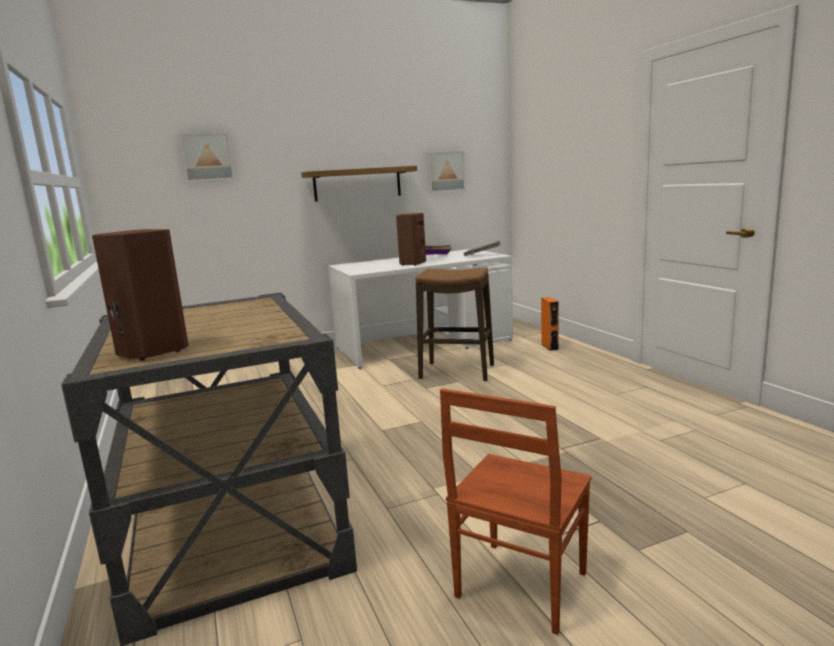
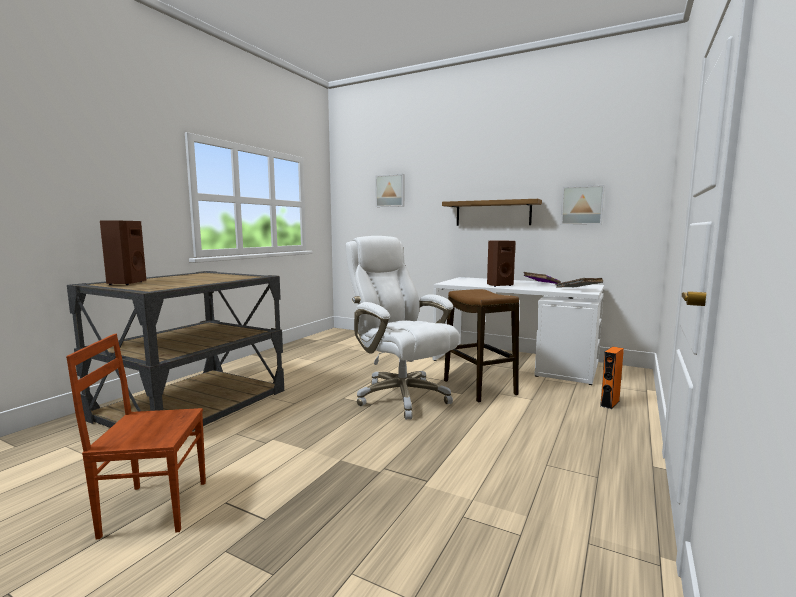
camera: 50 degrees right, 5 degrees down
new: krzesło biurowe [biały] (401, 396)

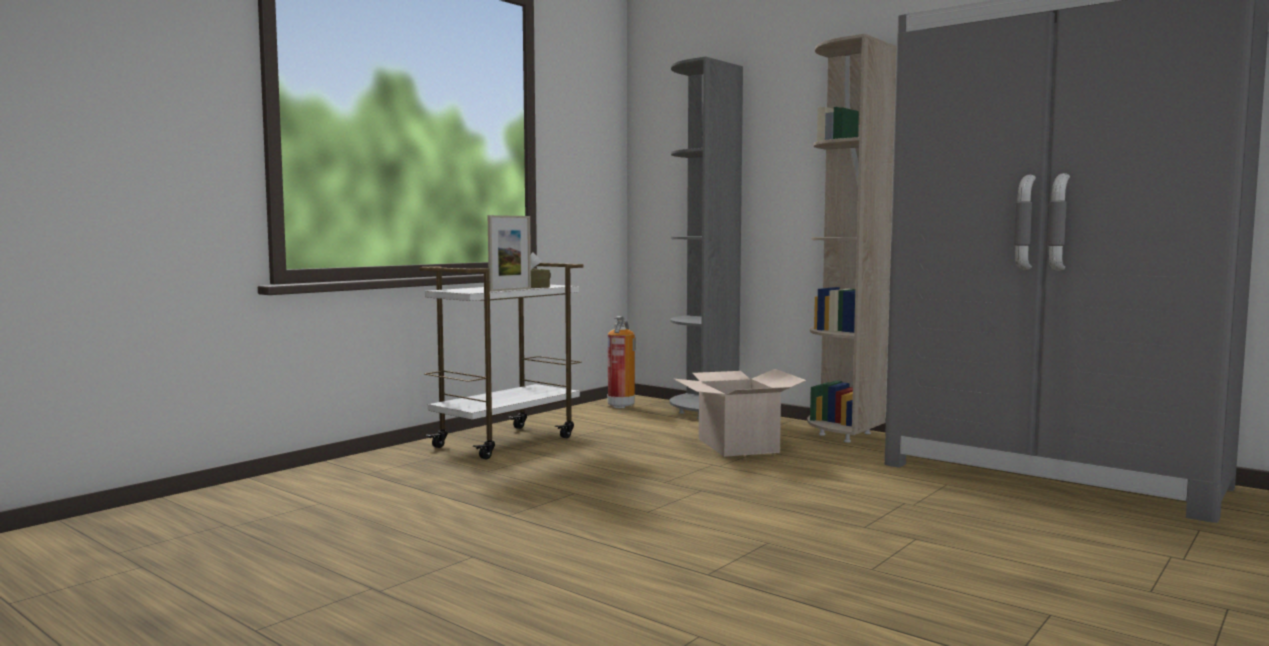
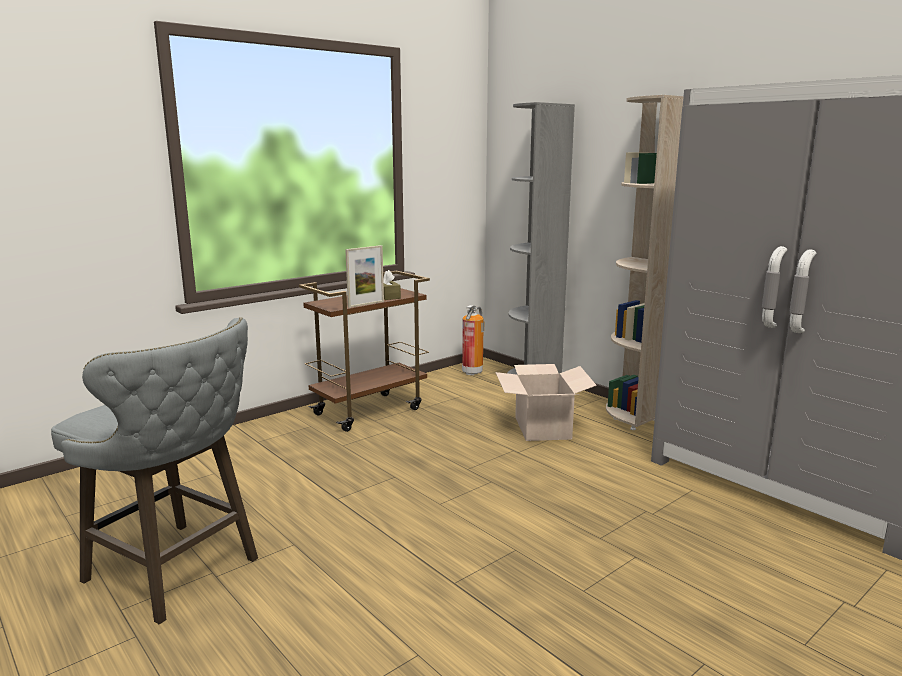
camera: 10 degrees right, 10 degrees up
new: stołek [szary] (177, 572)
repainted: wózek [biały] (508, 441) to wózek [brązowy] (371, 411)

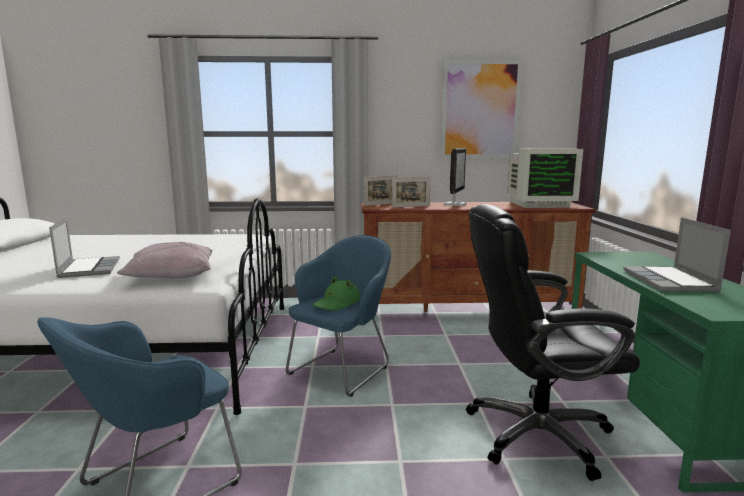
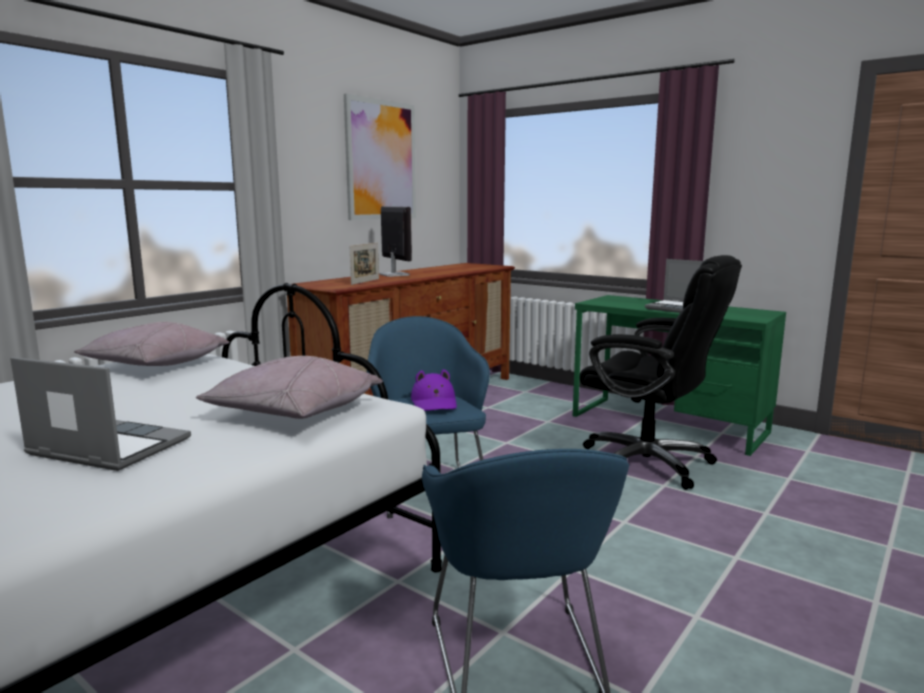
camera: 50 degrees left, 0 degrees up
gone: monitor (538, 204); ramka na zdjęcie (381, 204)
new: poduszka [fioletowy] (156, 366)
repainted: kapelusz [zielony] (337, 303) to kapelusz [fioletowy] (434, 403)
rotated: krzesło biurowe [czarny] (538, 433) = (647, 462) 90 degrees counterclockwise

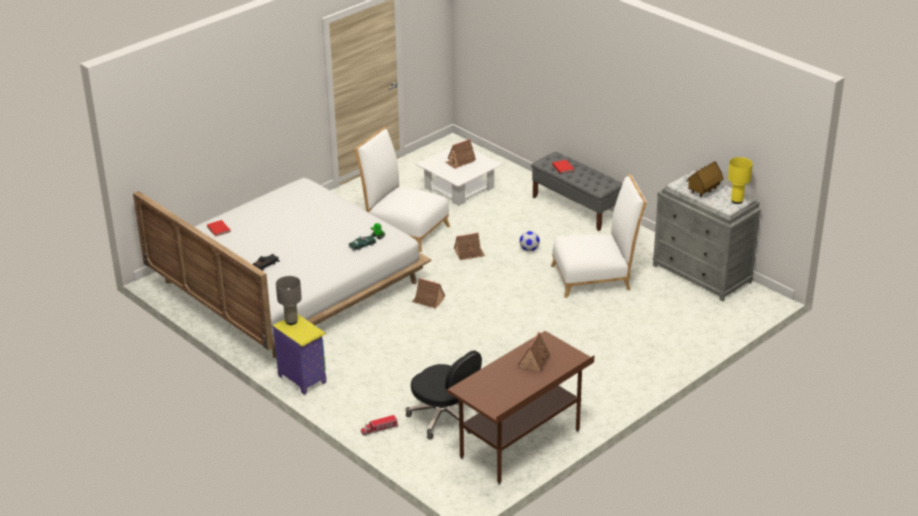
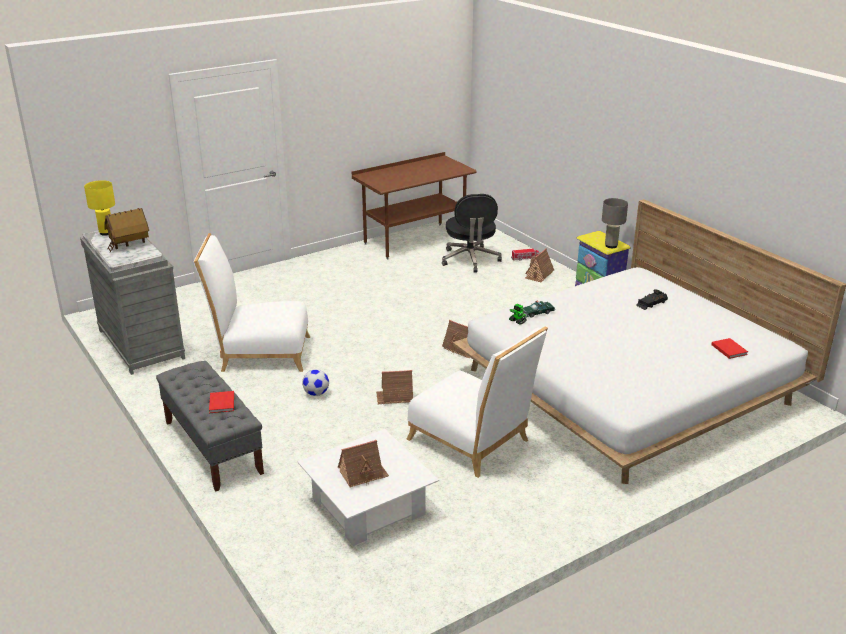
camera: 170 degrees left, 5 degrees down
shifted: domek (534, 361) to (538, 275)
rotated: krzesło biurowe [czarny] (444, 418) = (470, 260) 150 degrees counterclockwise

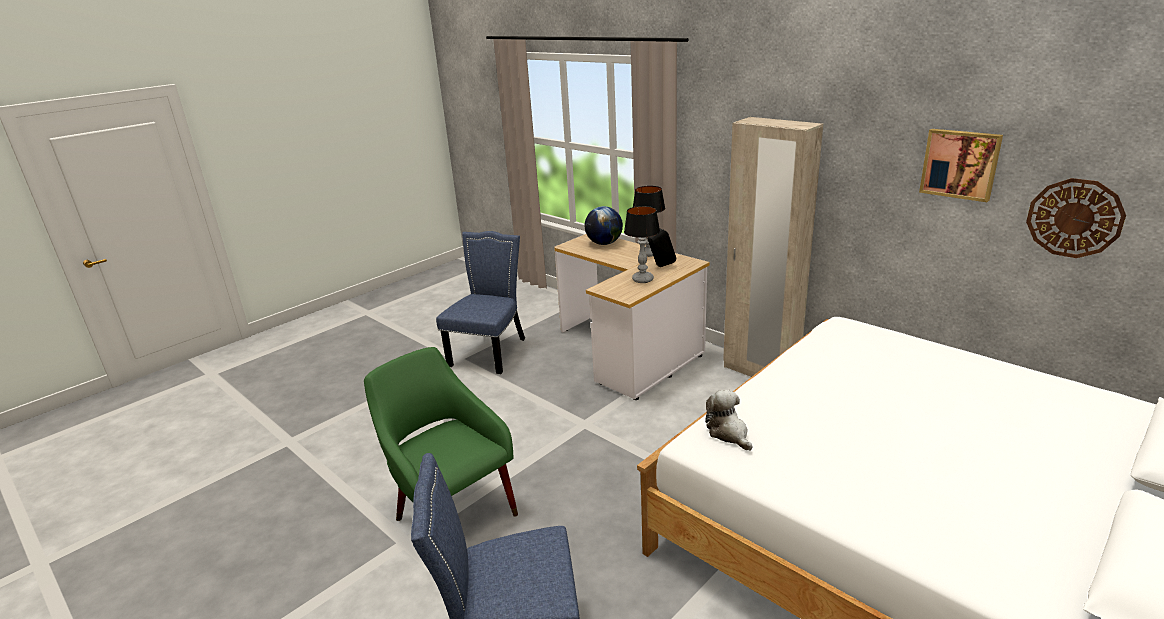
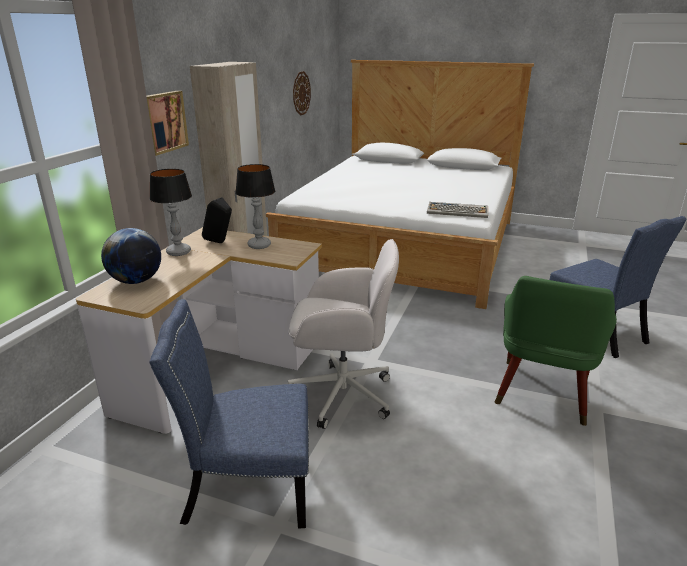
camera: 115 degrees left, 0 degrees up
new: krzesło biurowe [biały] (343, 395)
shifted: obraz (960, 164) to (163, 122)
swapped: pluszak (728, 433) to klawiatura (458, 211)

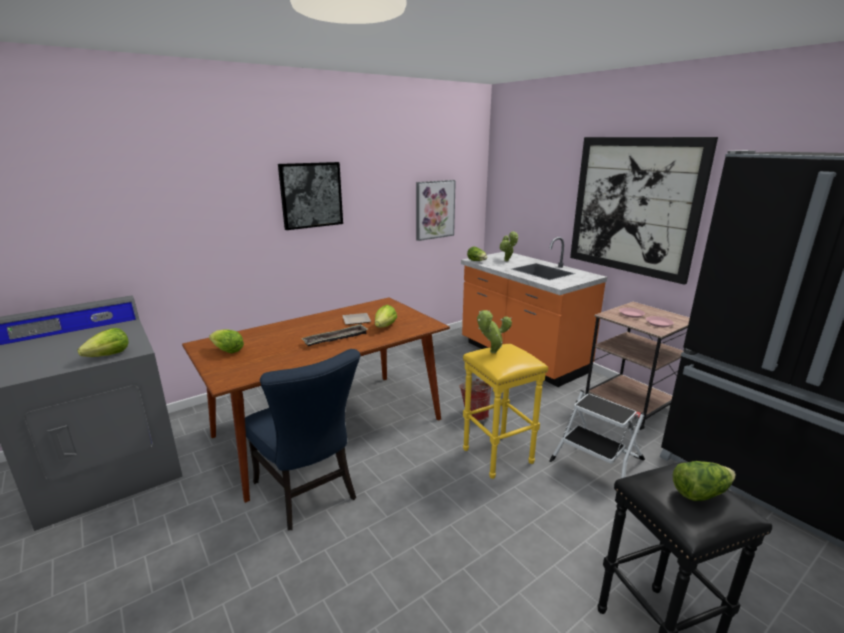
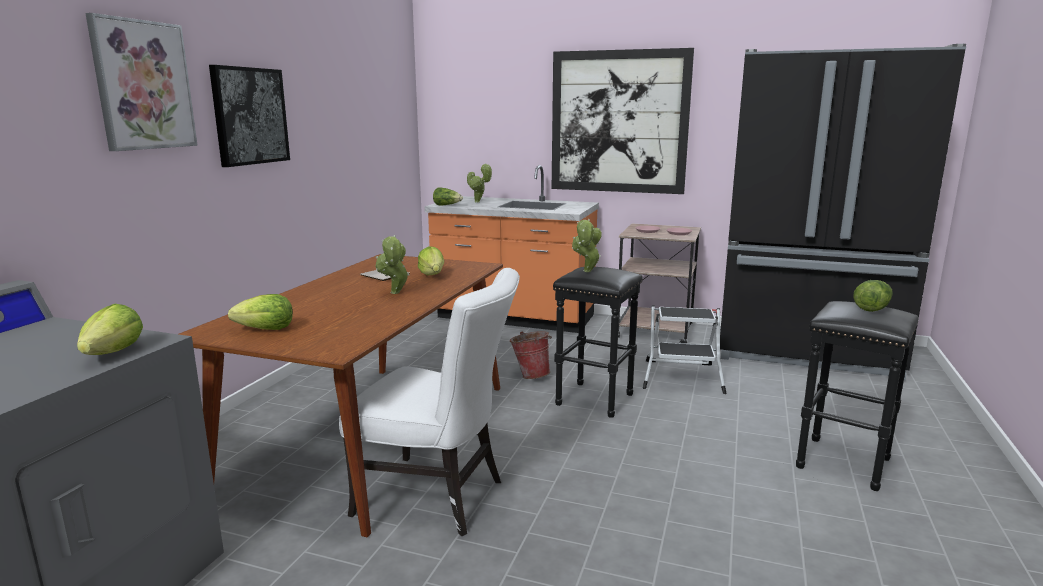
camera: 35 degrees left, 5 degrees down
shifted: obraz (434, 209) to (143, 85)
swapped: taca (336, 339) to roślina doniczkowa (395, 293)
repainted: stołek [żółty] (499, 456) to stołek [czarny] (596, 399); krzesło [niebieski] (309, 493) to krzesło [biały] (438, 497)

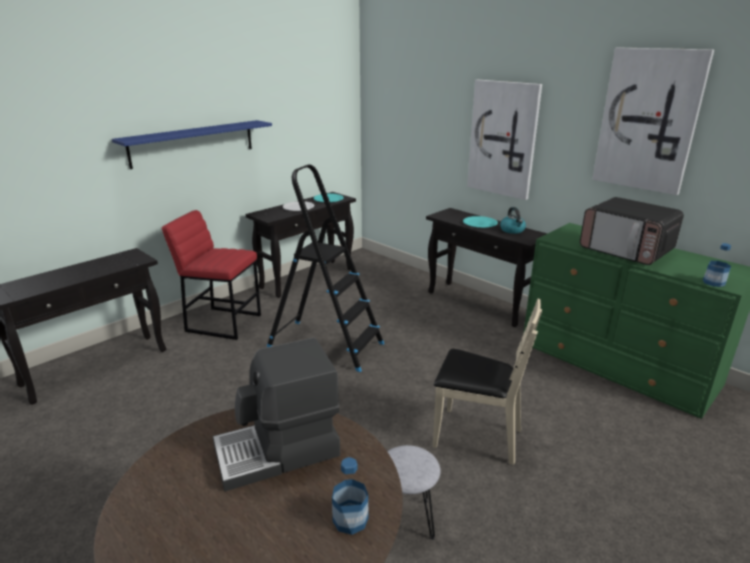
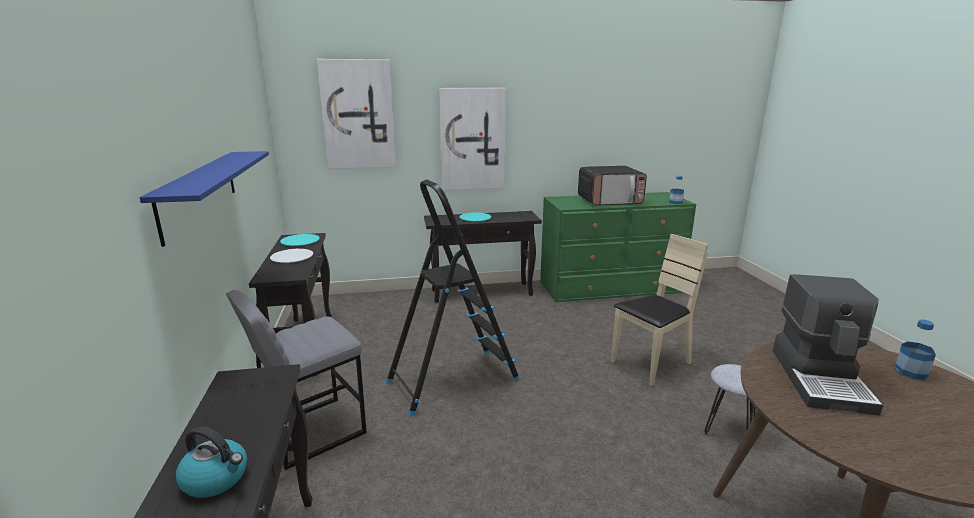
camera: 55 degrees left, 5 degrees down
shifted: obraz (648, 120) to (358, 115); czajnik (512, 230) to (216, 478)
repainted: stołek [czerwony] (222, 323) to stołek [szary] (310, 432)

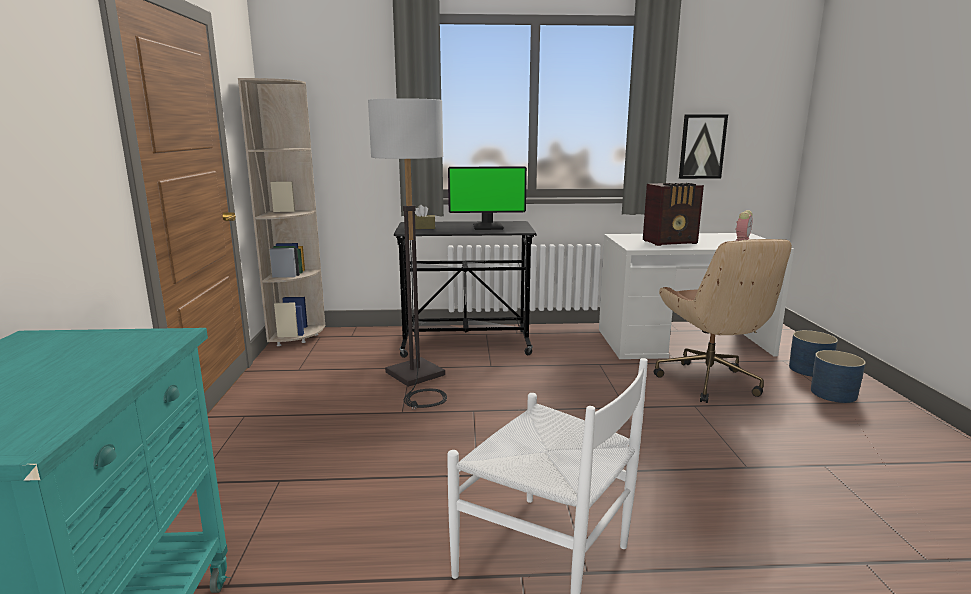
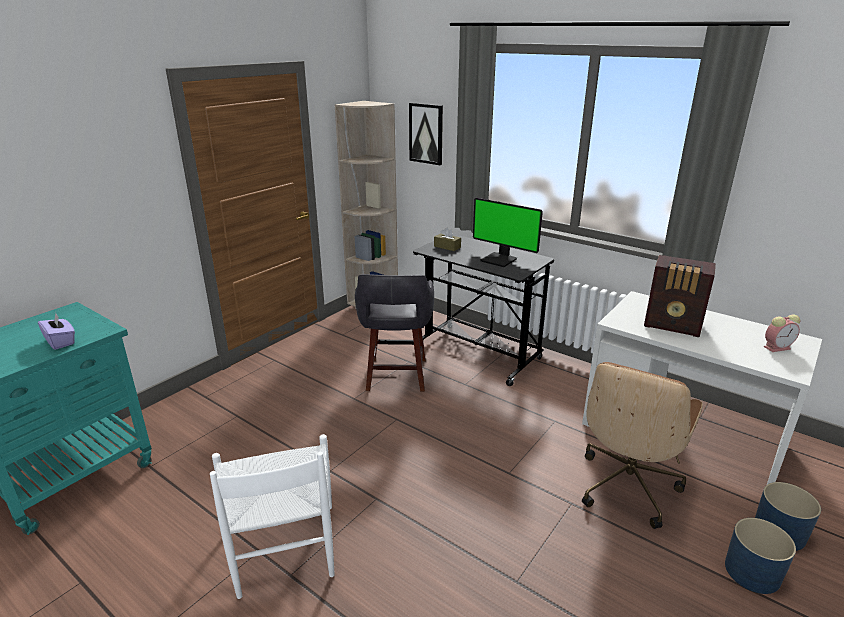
camera: 40 degrees right, 10 degrees up
new: pudełko chusteczek [fioletowy] (61, 341)
shifted: obraz (702, 146) to (426, 133)
swapped: lampa stojąca (417, 382) to stołek [szary] (396, 376)

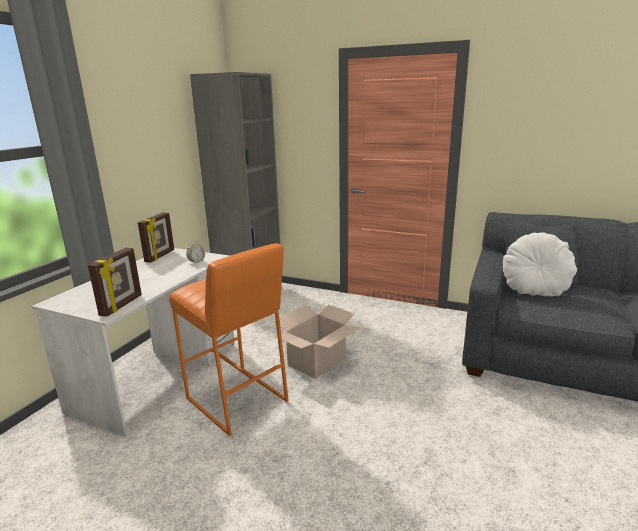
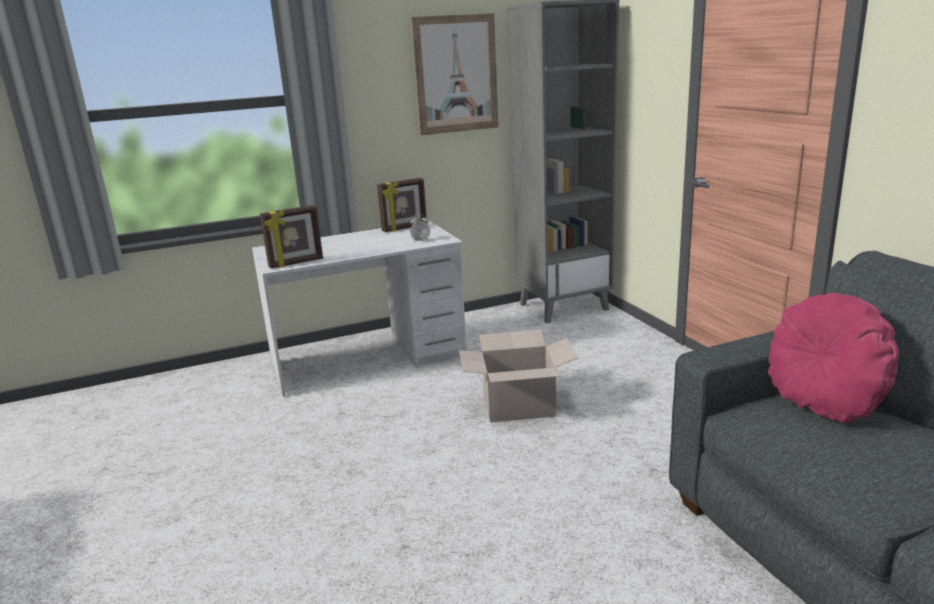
camera: 45 degrees right, 0 degrees up
gone: stołek [pomarańczowy] (237, 400)
new: obraz (456, 74)
repainted: poduszka [biały] (534, 292) to poduszka [różowy] (822, 406)

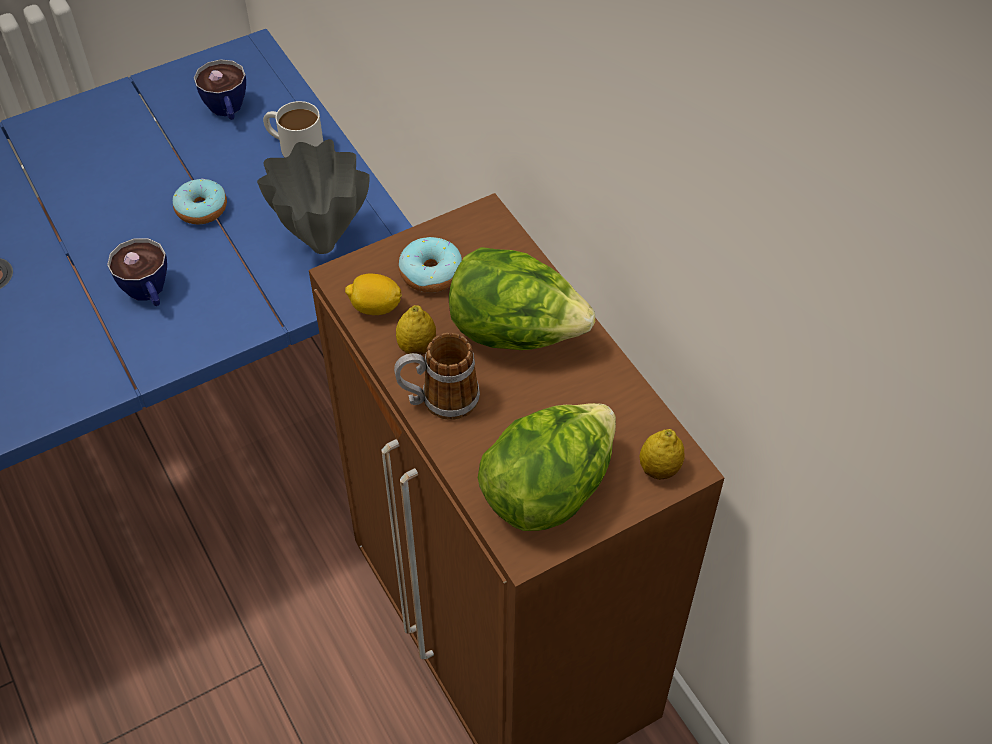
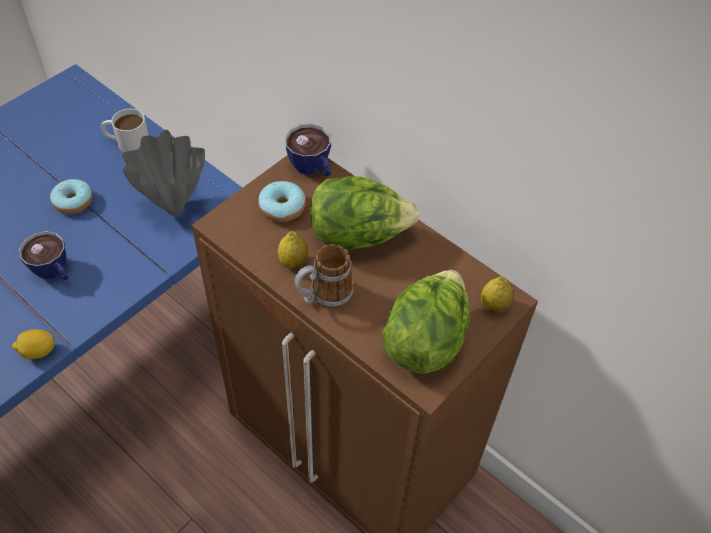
camera: 20 degrees left, 0 degrees up
shifted: filiżanka (227, 111) to (313, 169); cytryna (375, 307) to (38, 351)

